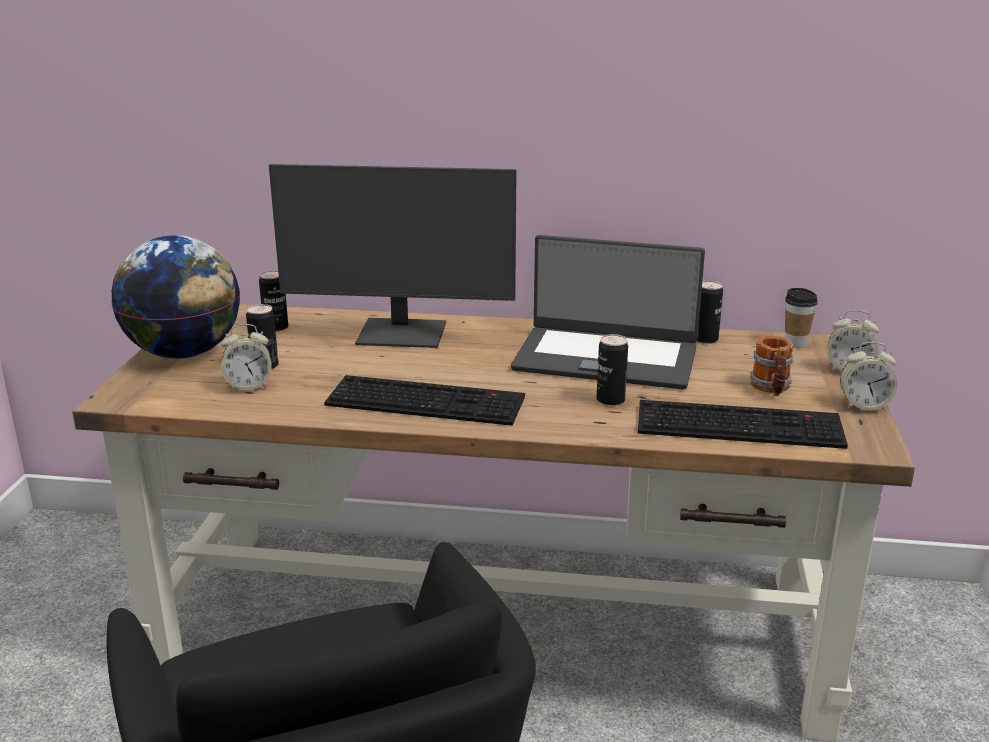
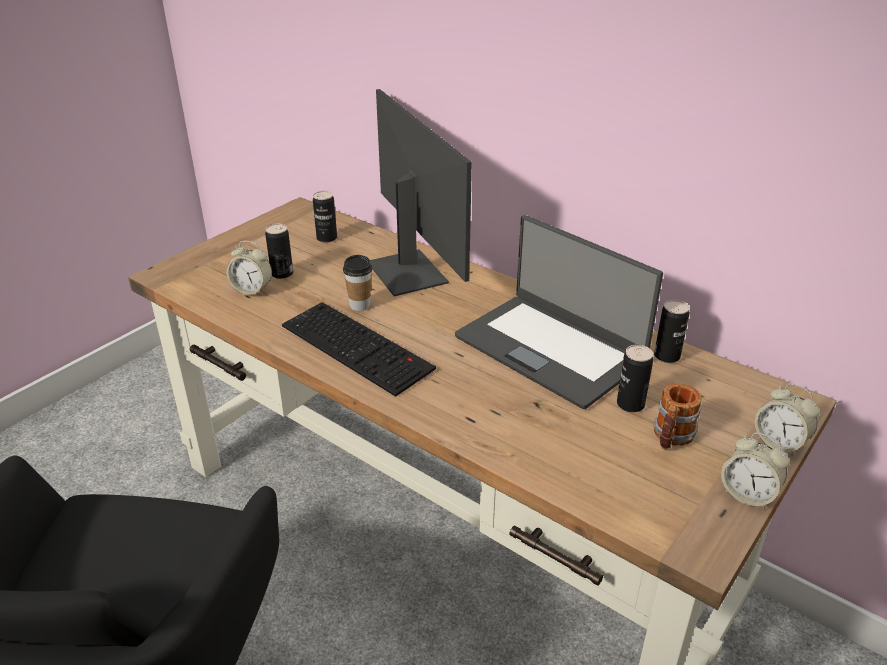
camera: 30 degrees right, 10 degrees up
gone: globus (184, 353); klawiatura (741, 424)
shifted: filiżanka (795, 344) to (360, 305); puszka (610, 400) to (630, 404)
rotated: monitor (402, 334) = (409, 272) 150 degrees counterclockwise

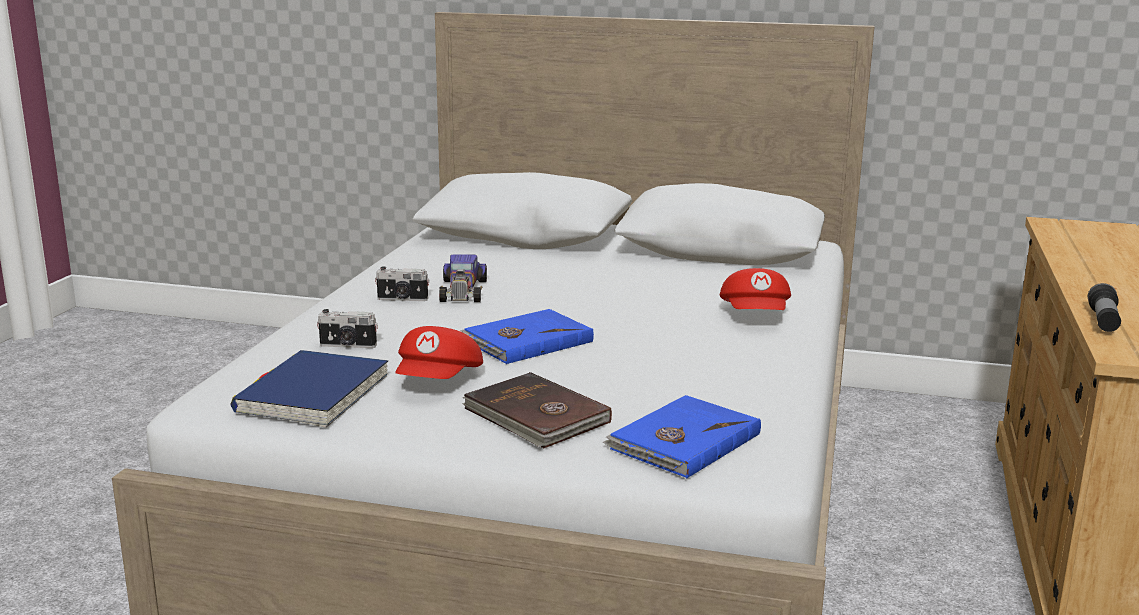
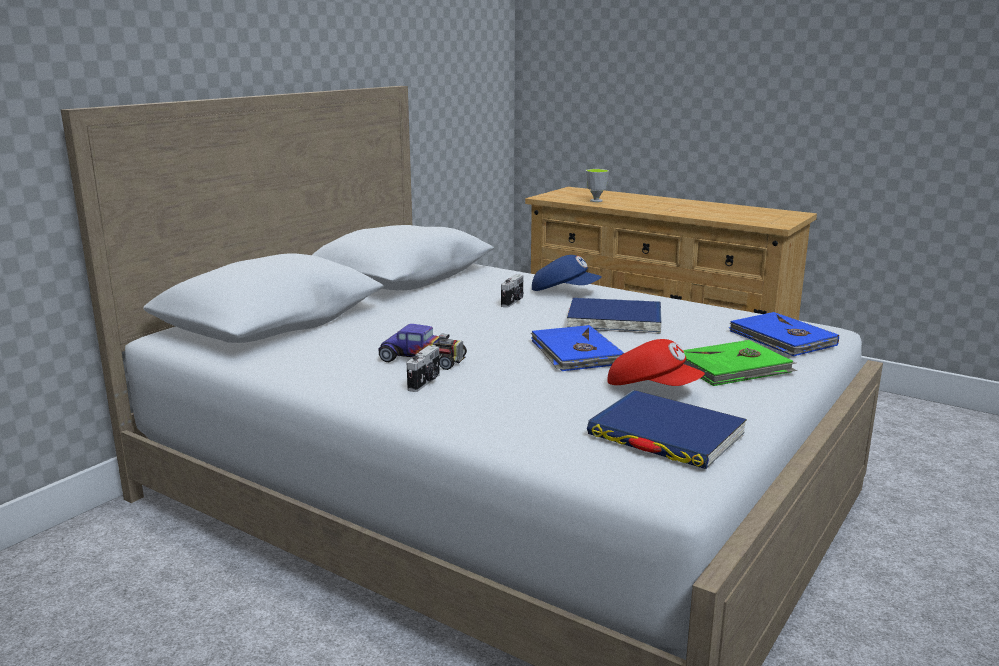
camera: 70 degrees left, 0 degrees up
gone: latarka (1103, 321)
new: filiżanka (596, 201); książka [niebieski] (614, 320)
shifted: aparat fotograficzny (348, 345) to (513, 302)
repainted: czapka z daszkiem [czerwony] (756, 316) to czapka z daszkiem [niebieski] (564, 291); książka [brązowy] (535, 417) to książka [zielony] (734, 368)

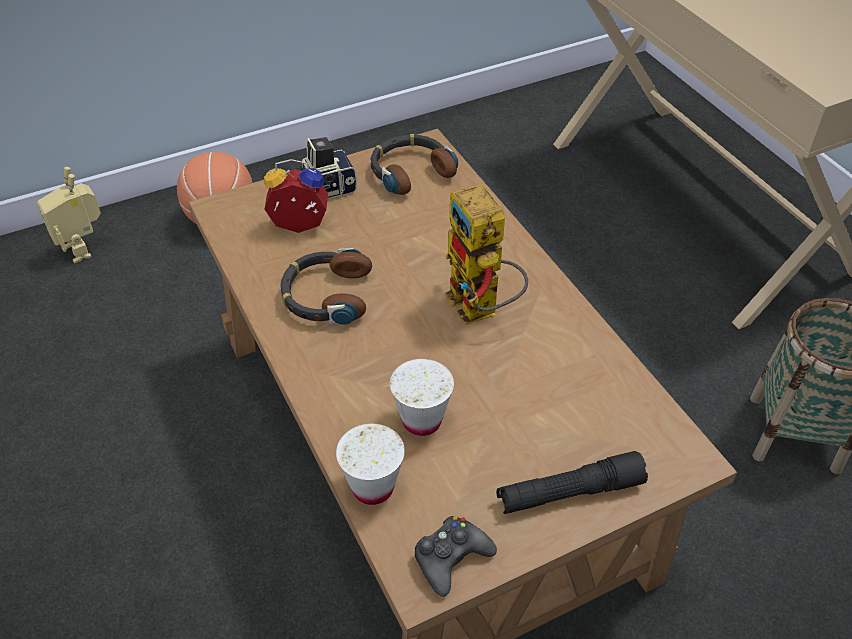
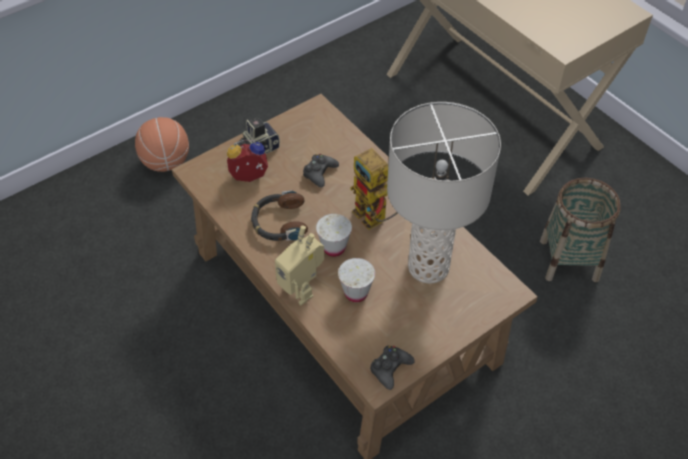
camera: 10 degrees left, 5 degrees up
gone: słuchawki (410, 171); latarka [czarny] (569, 493)
new: lampa stołowa [biały] (428, 267); pad do gier [czarny] (319, 173)
shifted: robot zabawkowy (84, 249) to (302, 289); filiżanka [biały] (373, 487) to (334, 248)

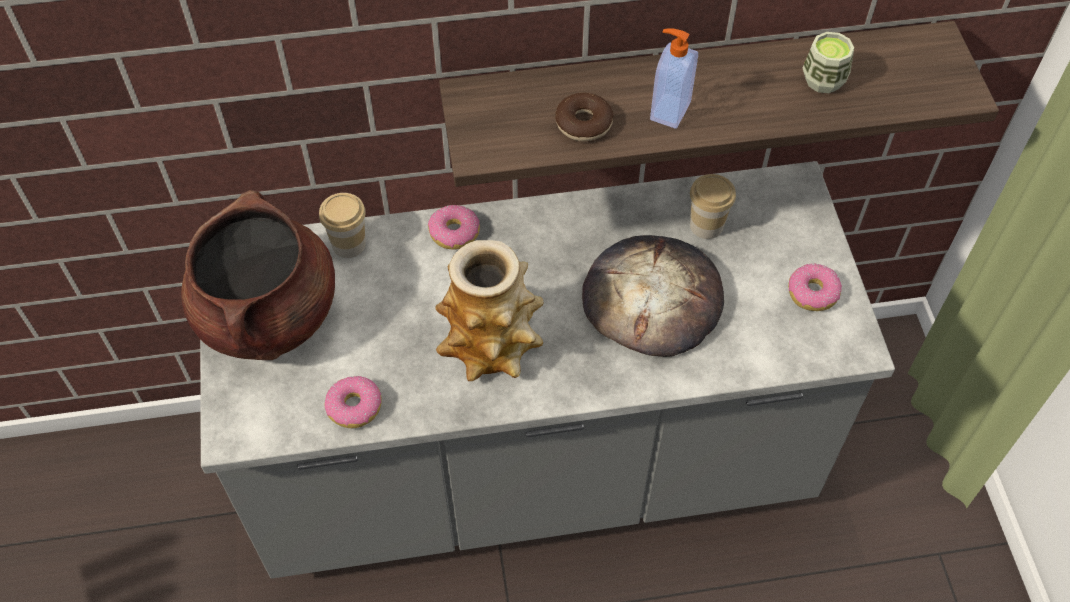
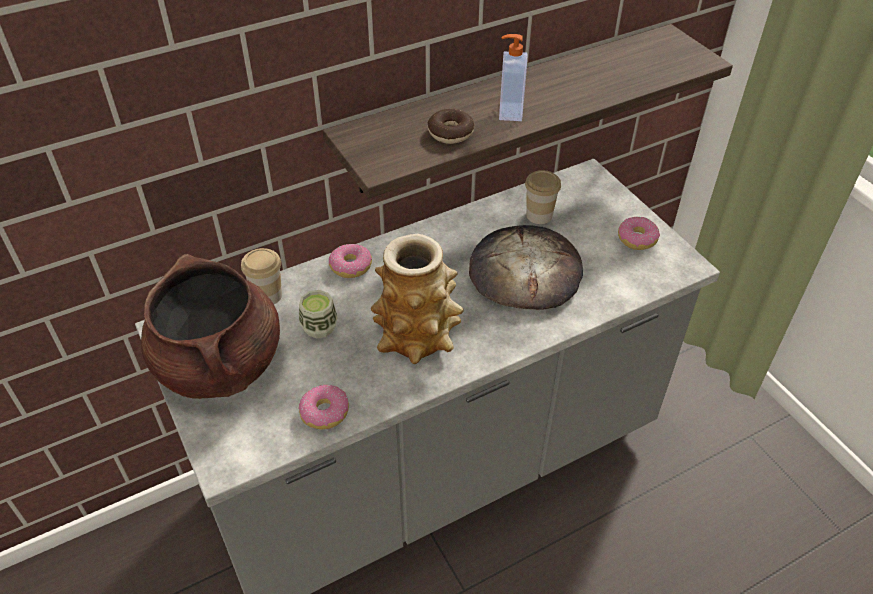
camera: 20 degrees left, 10 degrees down
shifted: filiżanka (823, 80) to (319, 327)

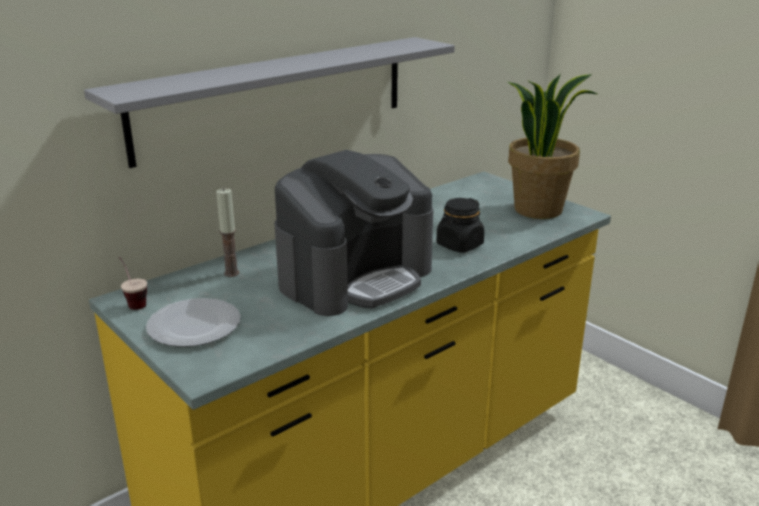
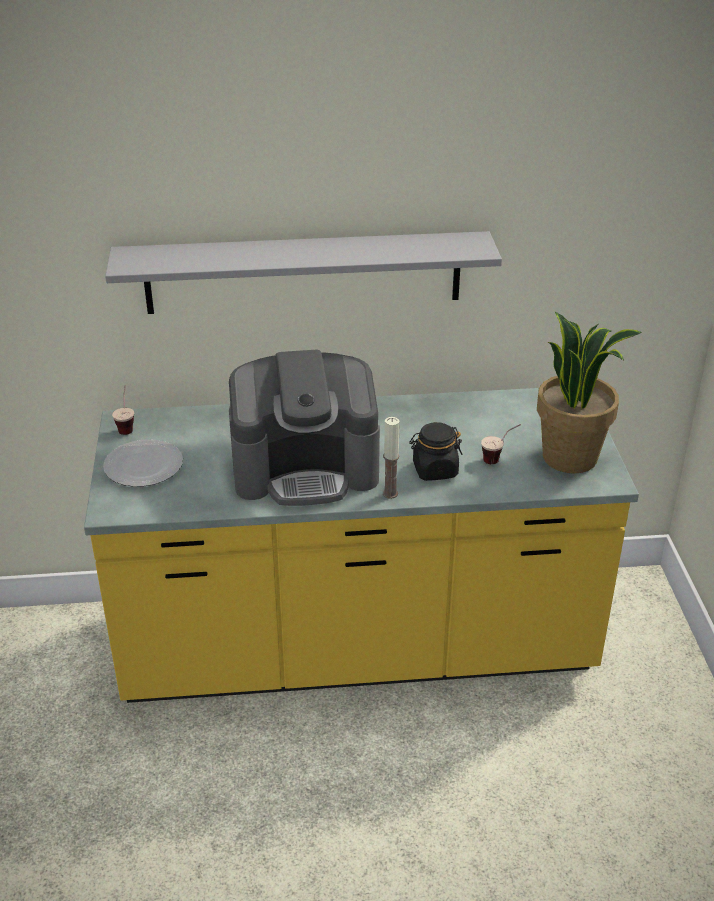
camera: 35 degrees right, 10 degrees up
new: filiżanka (499, 458)
shifted: świeca (231, 273) to (390, 493)

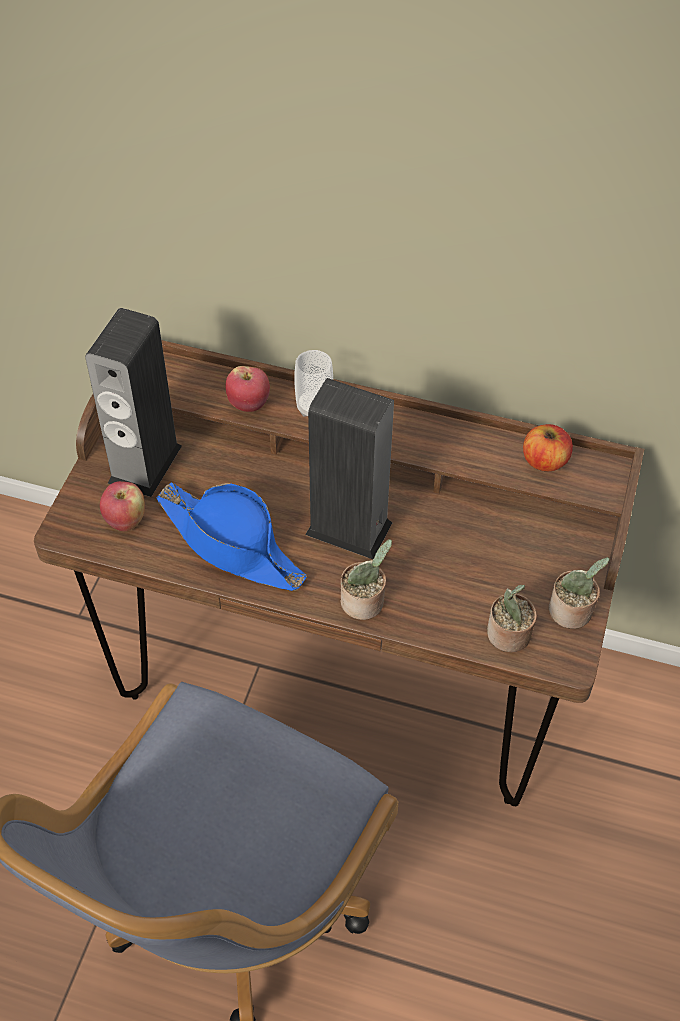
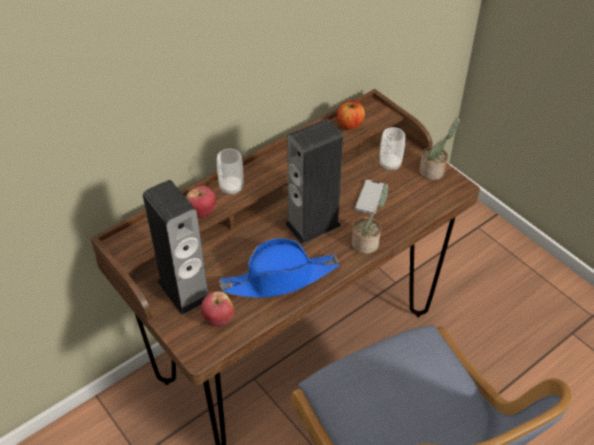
camera: 55 degrees left, 5 degrees down
gone: roślina doniczkowa (508, 636)
new: filiżanka (390, 164); telefon (370, 197)

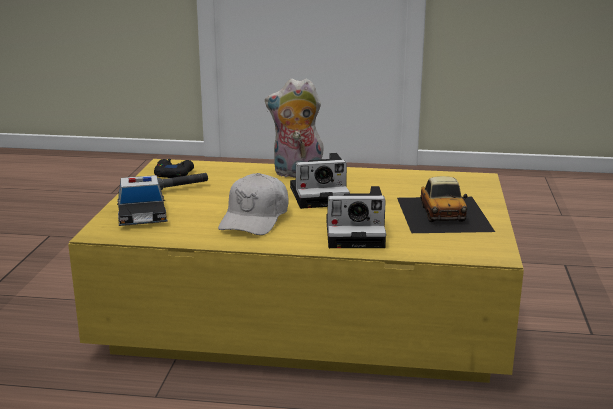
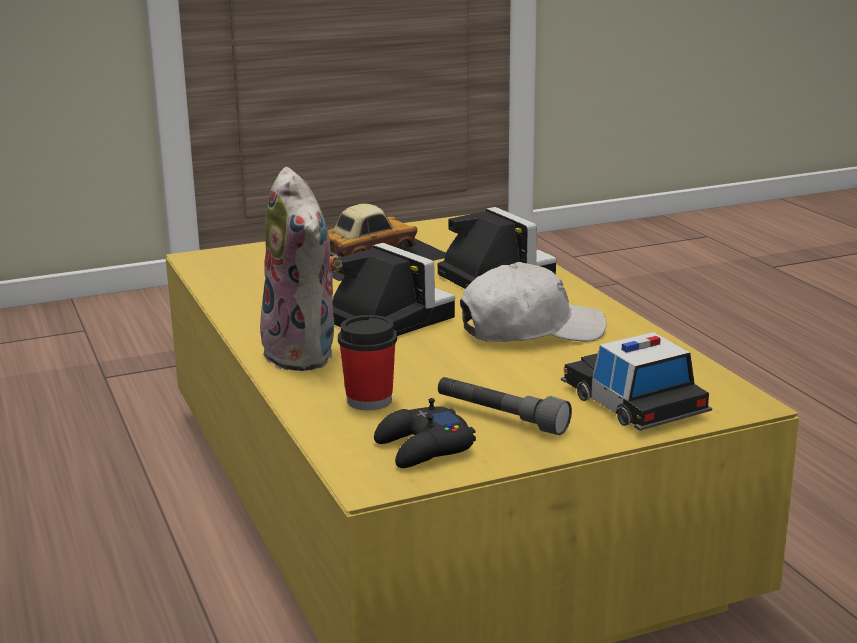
camera: 120 degrees left, 0 degrees up
new: filiżanka (369, 400)
rotated: samochodzik (142, 214) = (633, 401) 75 degrees counterclockwise

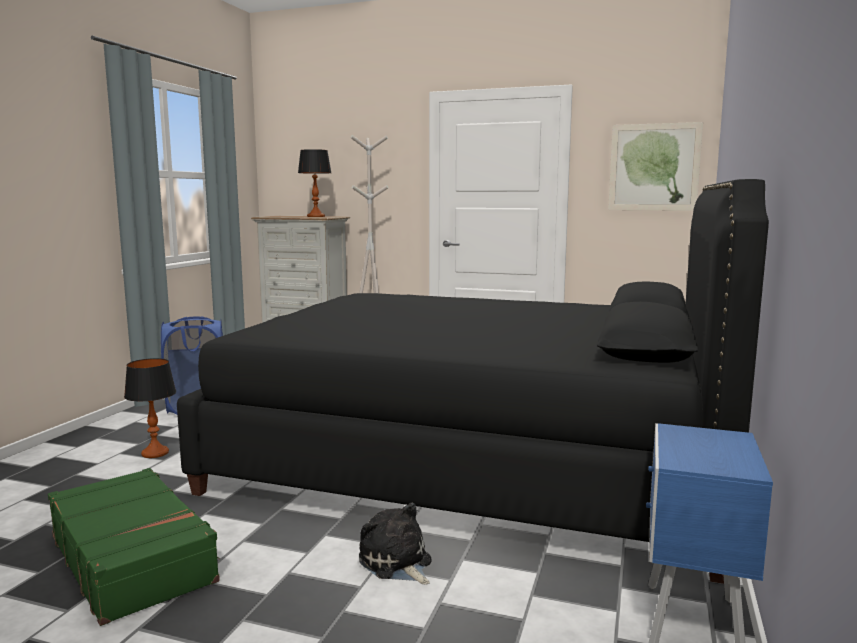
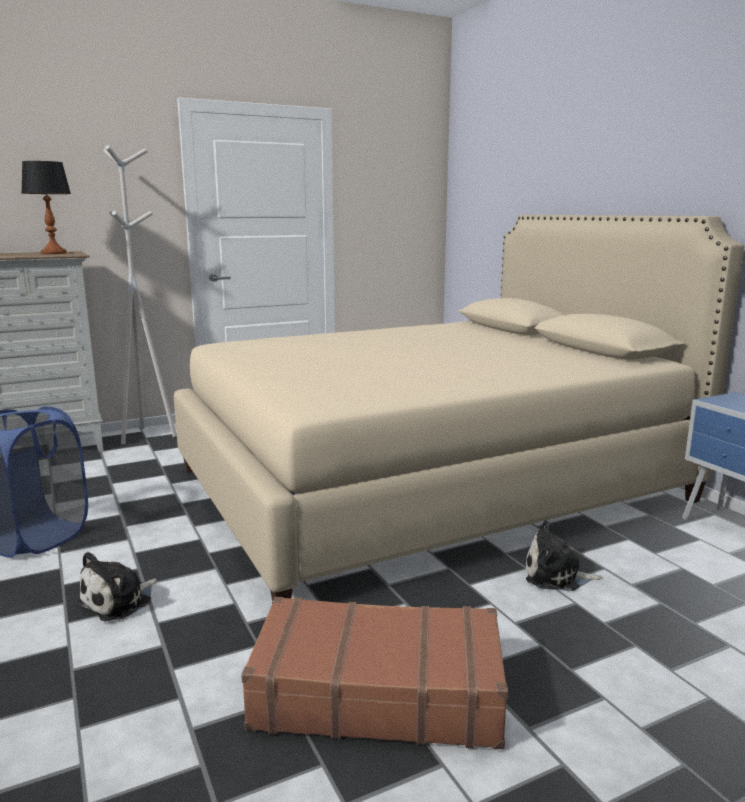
camera: 45 degrees left, 5 degrees up
gone: obraz (654, 167)
swapped: lampa stołowa (155, 453) to pluszak (119, 601)
repainted: łóżko [czarny] (474, 459) to łóżko [beżowy] (428, 484); walizka [zielony] (133, 558) to walizka [brązowy] (377, 692)

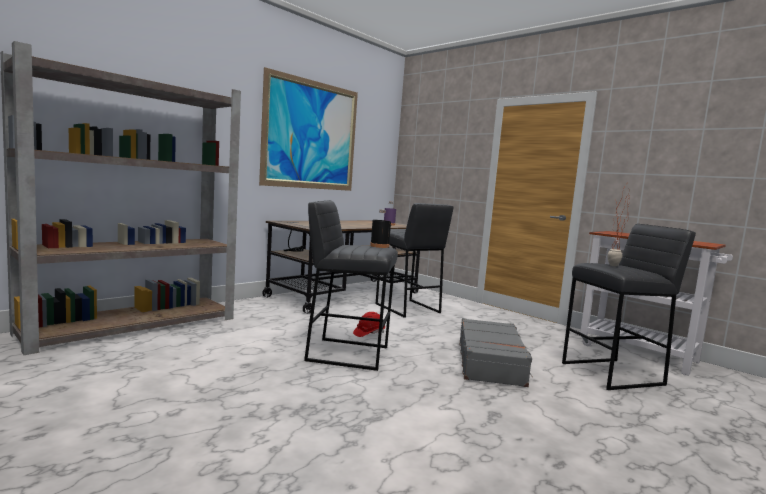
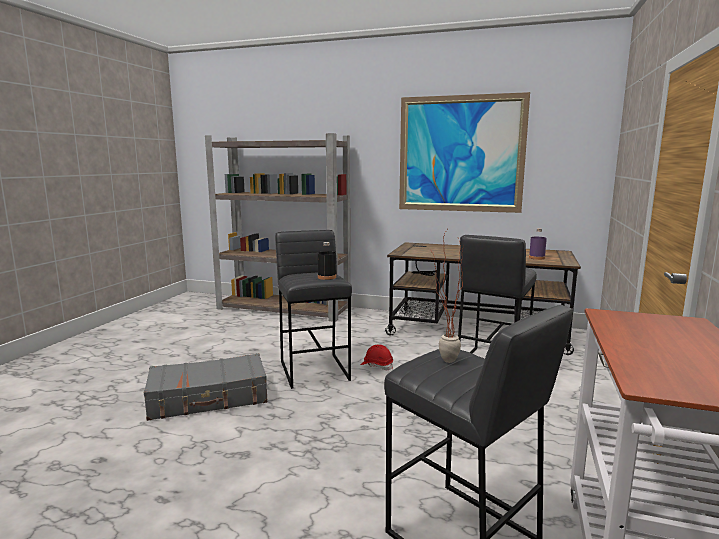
camera: 65 degrees right, 5 degrees up
shifted: walizka [szary] (491, 362) to (209, 398)

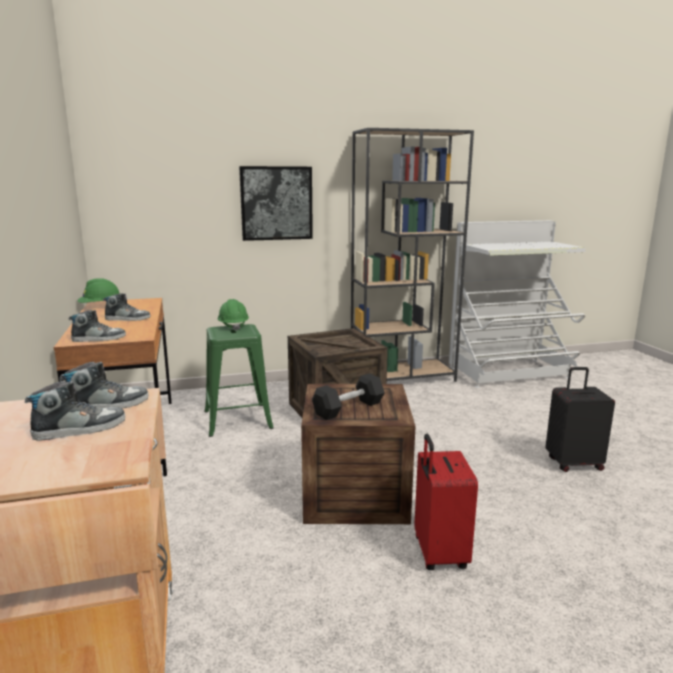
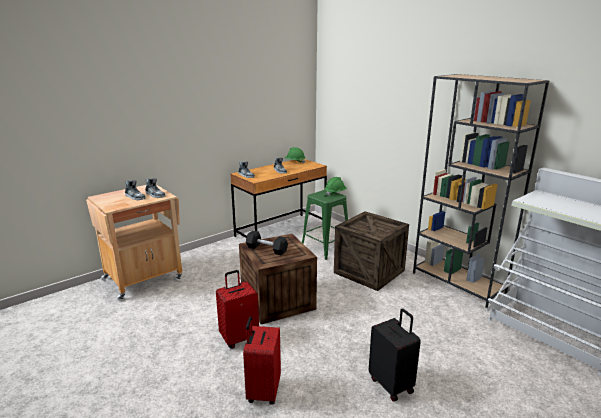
camera: 65 degrees right, 5 degrees up
gone: obraz (276, 203)
new: walizka [czerwony] (263, 391)

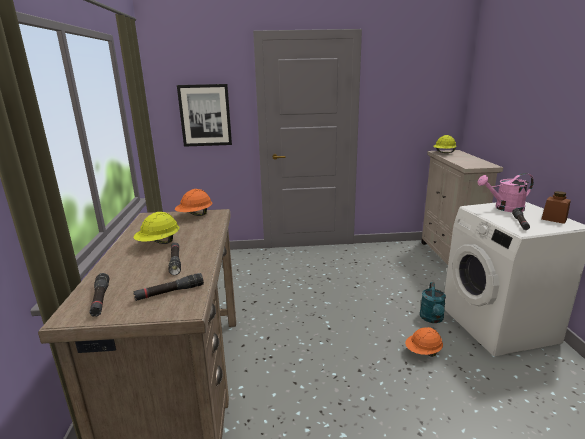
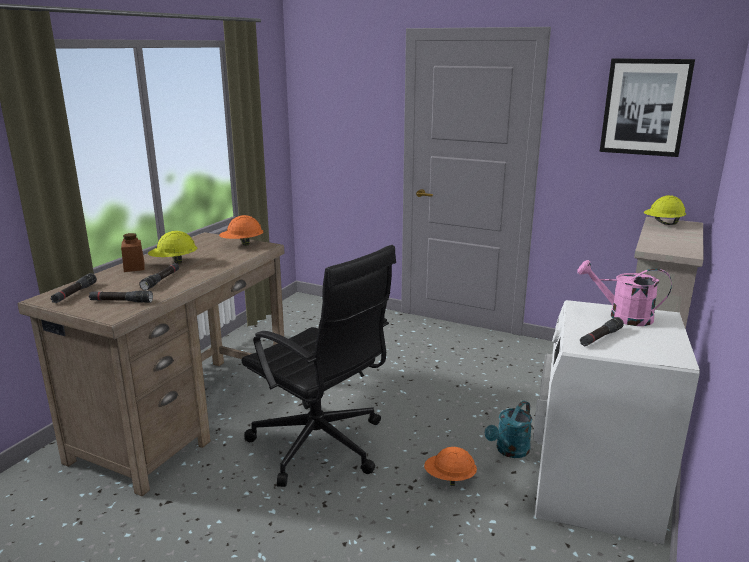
camera: 30 degrees right, 0 degrees up
new: krzesło biurowe [czarny] (320, 446)
shifted: obraz (205, 115) to (645, 107); słoik [brązowy] (554, 219) to (134, 267)

